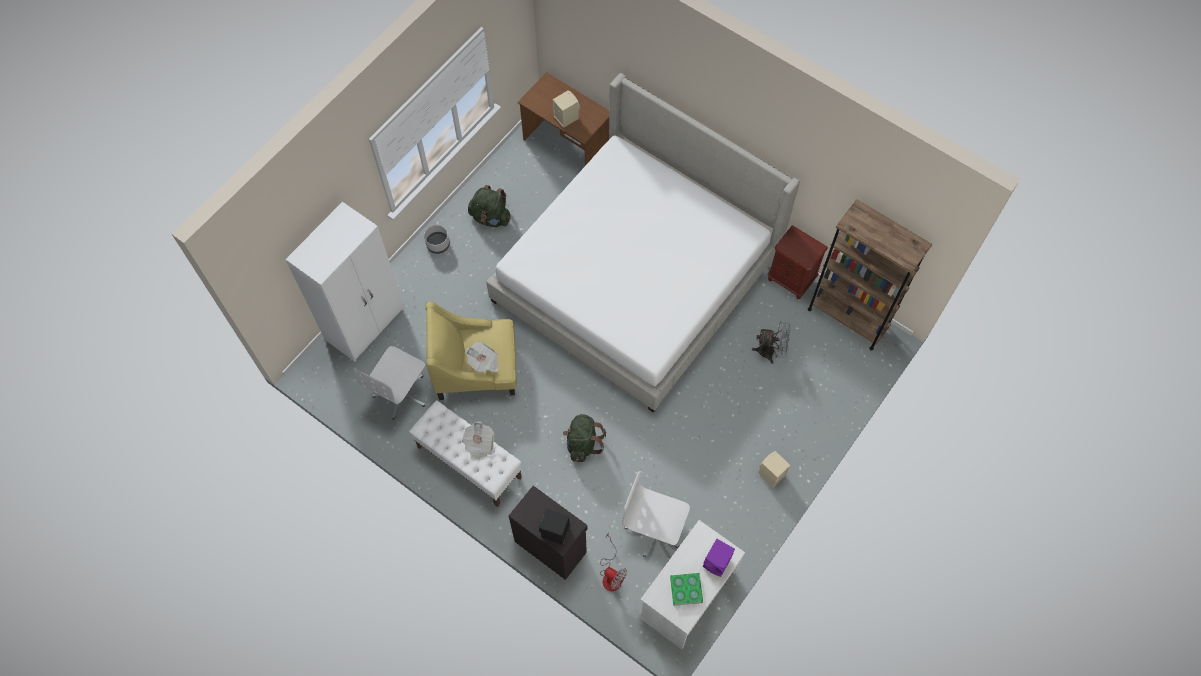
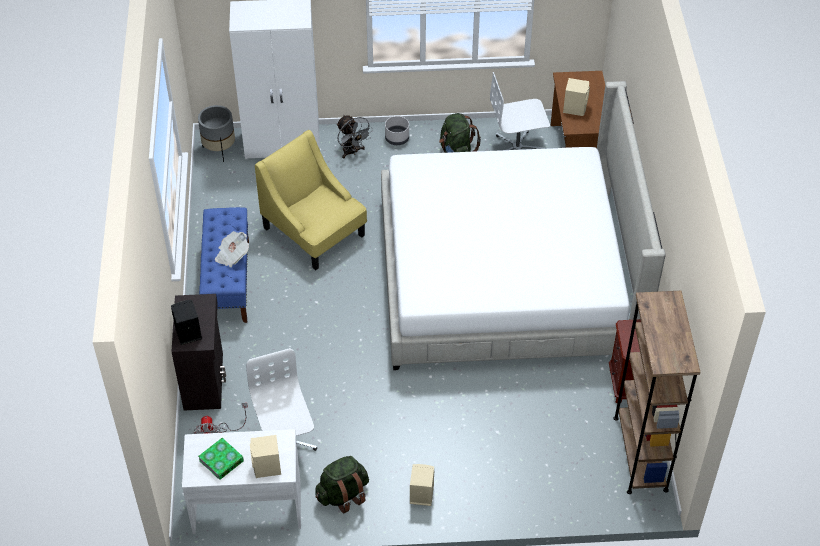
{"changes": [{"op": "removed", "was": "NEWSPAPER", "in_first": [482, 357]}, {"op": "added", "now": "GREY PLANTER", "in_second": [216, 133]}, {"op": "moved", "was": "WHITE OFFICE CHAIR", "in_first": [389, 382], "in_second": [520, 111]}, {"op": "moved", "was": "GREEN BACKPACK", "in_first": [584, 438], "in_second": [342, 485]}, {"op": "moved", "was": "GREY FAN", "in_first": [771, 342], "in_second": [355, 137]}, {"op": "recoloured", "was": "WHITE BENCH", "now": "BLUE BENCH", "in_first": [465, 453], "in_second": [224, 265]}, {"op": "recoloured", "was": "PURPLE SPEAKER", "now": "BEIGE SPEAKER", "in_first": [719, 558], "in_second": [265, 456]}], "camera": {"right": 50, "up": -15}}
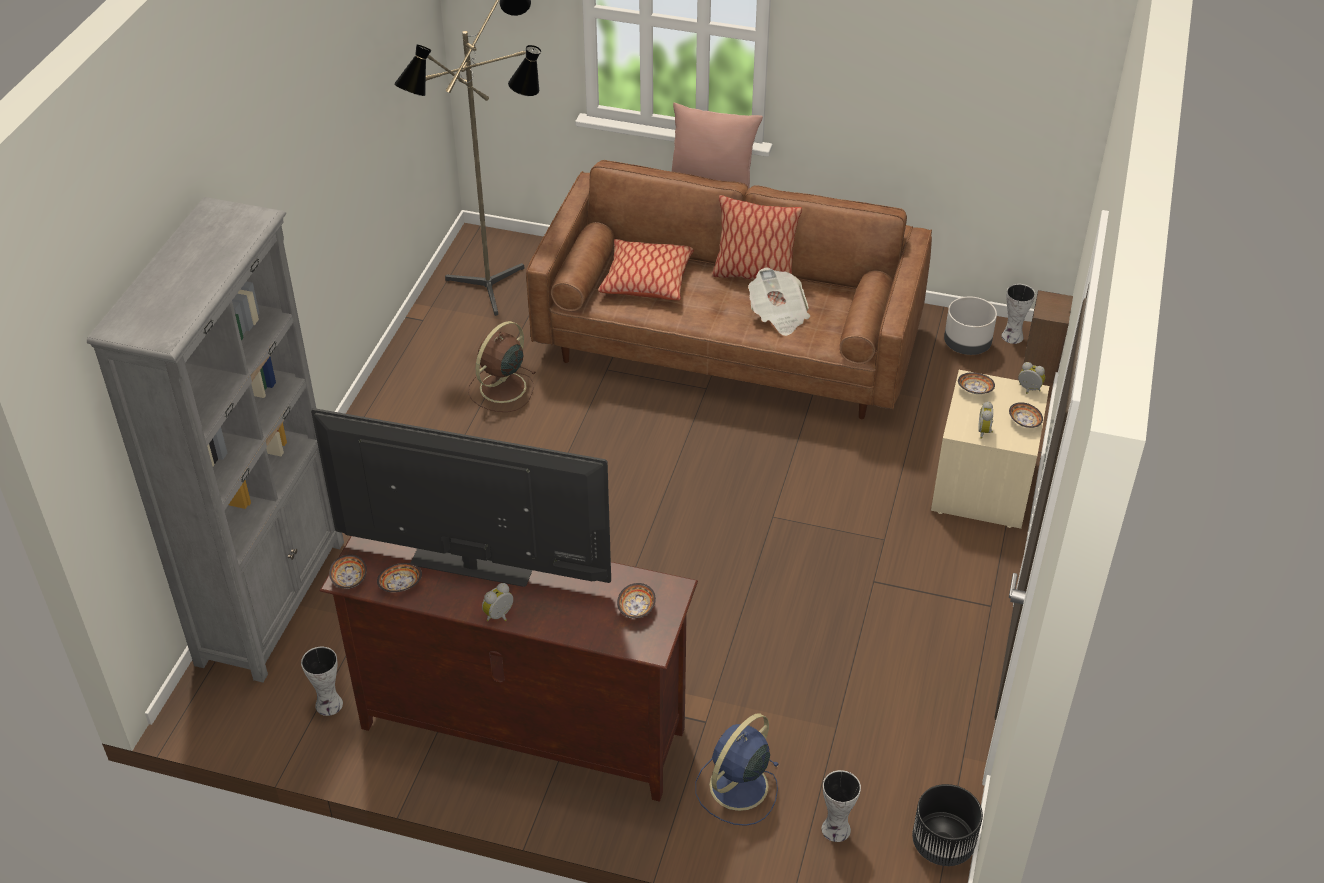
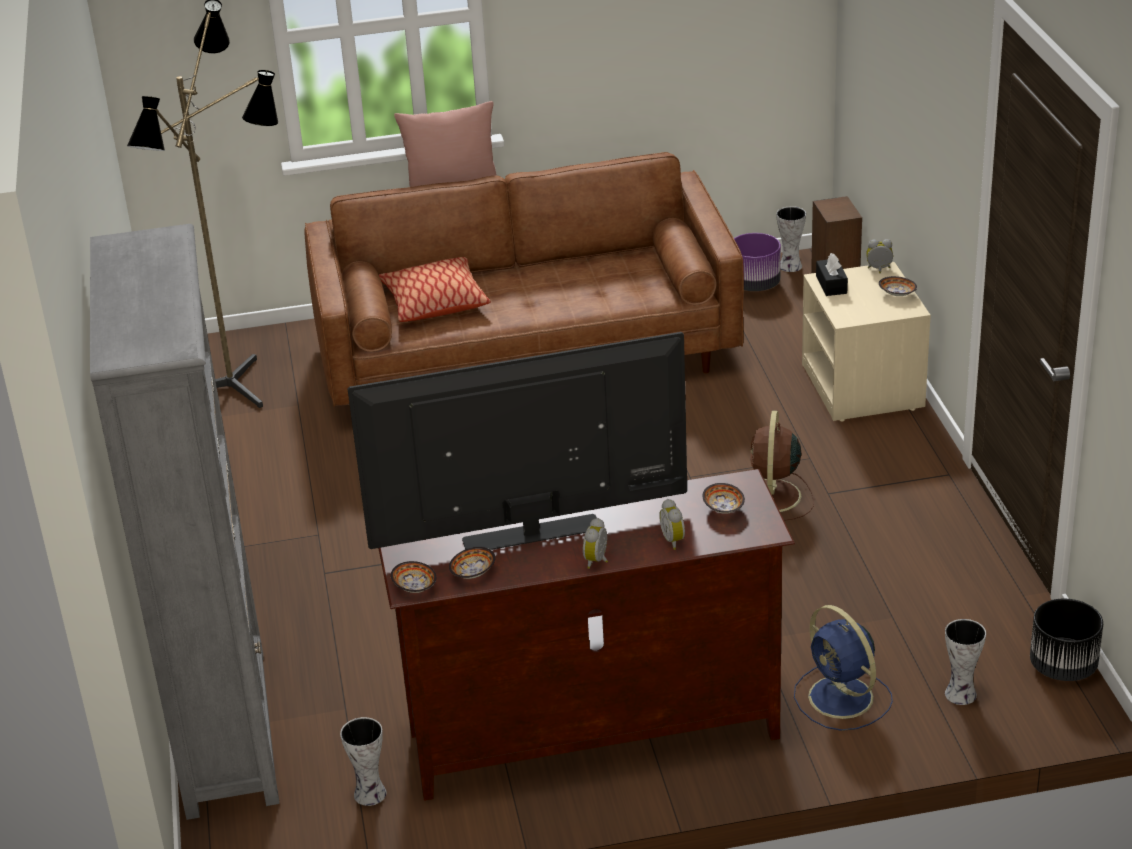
{"changes": [{"op": "removed", "was": "PILLOW", "in_first": [757, 237]}, {"op": "removed", "was": "NEWSPAPER", "in_first": [779, 301]}, {"op": "moved", "was": "BROWN FAN", "in_first": [502, 366], "in_second": [782, 465]}, {"op": "moved", "was": "ALARM CLOCK", "in_first": [985, 420], "in_second": [672, 524]}, {"op": "replaced", "was": "BOWL", "now": "BLACK TISSUE BOX", "in_first": [976, 383], "in_second": [832, 274]}, {"op": "recoloured", "was": "GREY PLANTER", "now": "PURPLE PLANTER", "in_first": [970, 326], "in_second": [757, 262]}, {"op": "turned", "was": "BLUE FAN", "in_first": [737, 769], "in_second": [843, 668], "clockwise": -45}], "camera": {"right": -25, "up": -10}}
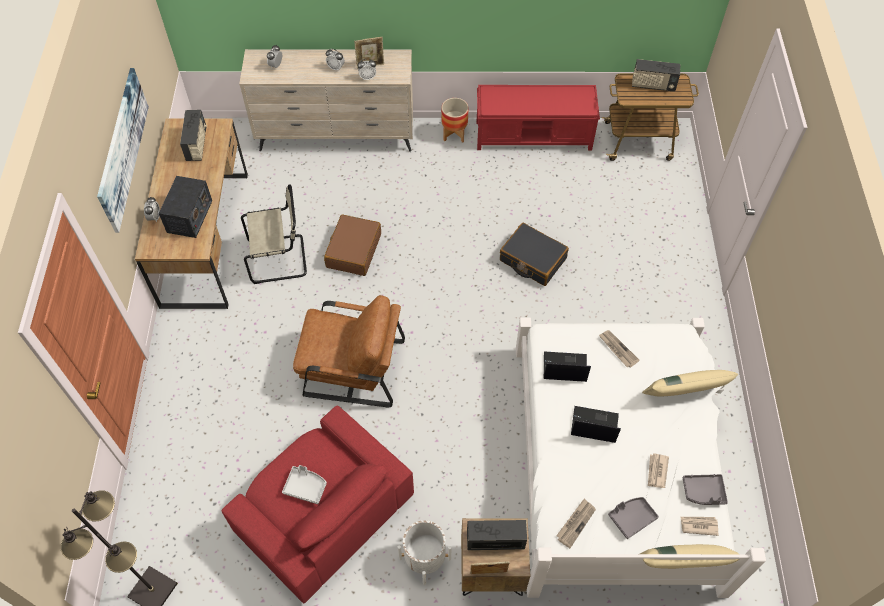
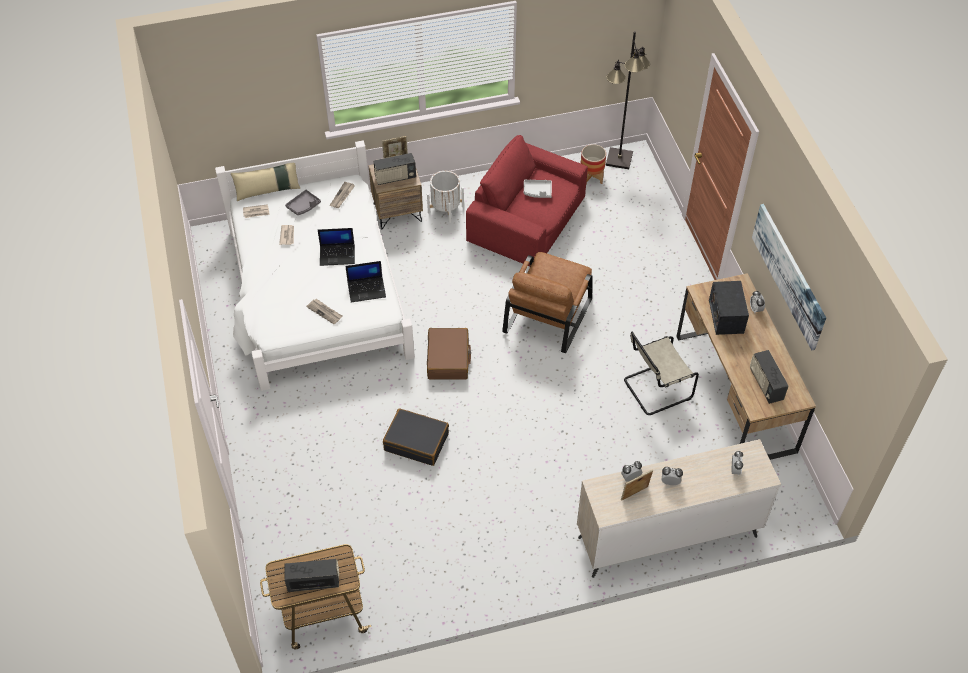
{"changes": [{"op": "removed", "was": "RED BENCH", "in_first": [538, 117]}, {"op": "removed", "was": "BEIGE PILLOW", "in_first": [690, 383]}, {"op": "removed", "was": "GREY TRAY", "in_first": [705, 489]}, {"op": "moved", "was": "BROWN SUITCASE", "in_first": [352, 245], "in_second": [449, 354]}, {"op": "moved", "was": "PLANTER", "in_first": [454, 120], "in_second": [593, 164]}, {"op": "turned", "was": "BROWN ARMCHAIR", "in_first": [349, 351], "in_second": [547, 302], "clockwise": -60}], "camera": {"right": 165, "up": -5}}
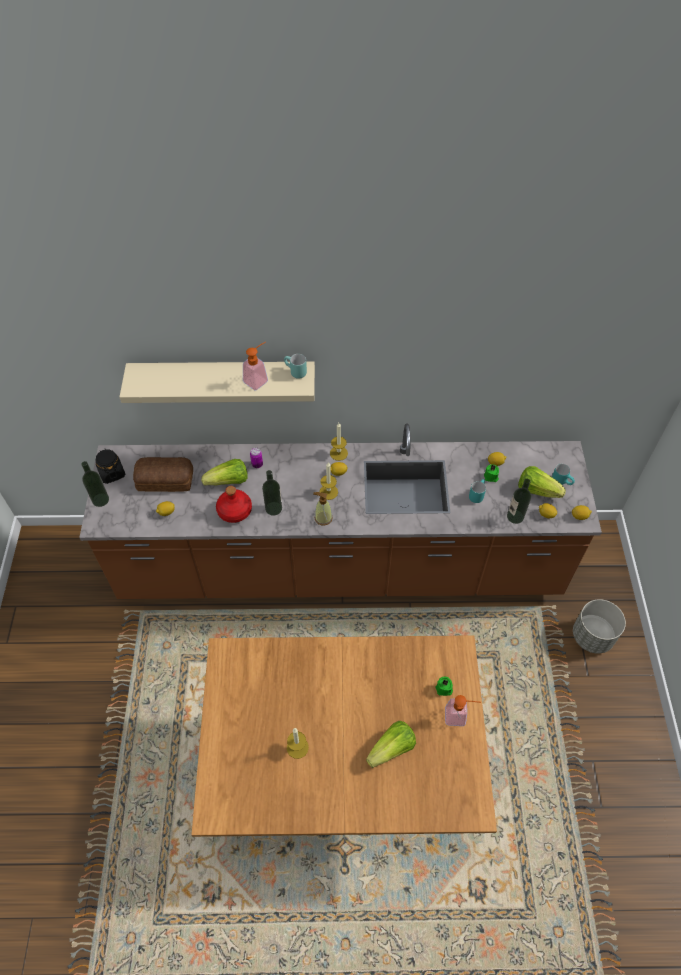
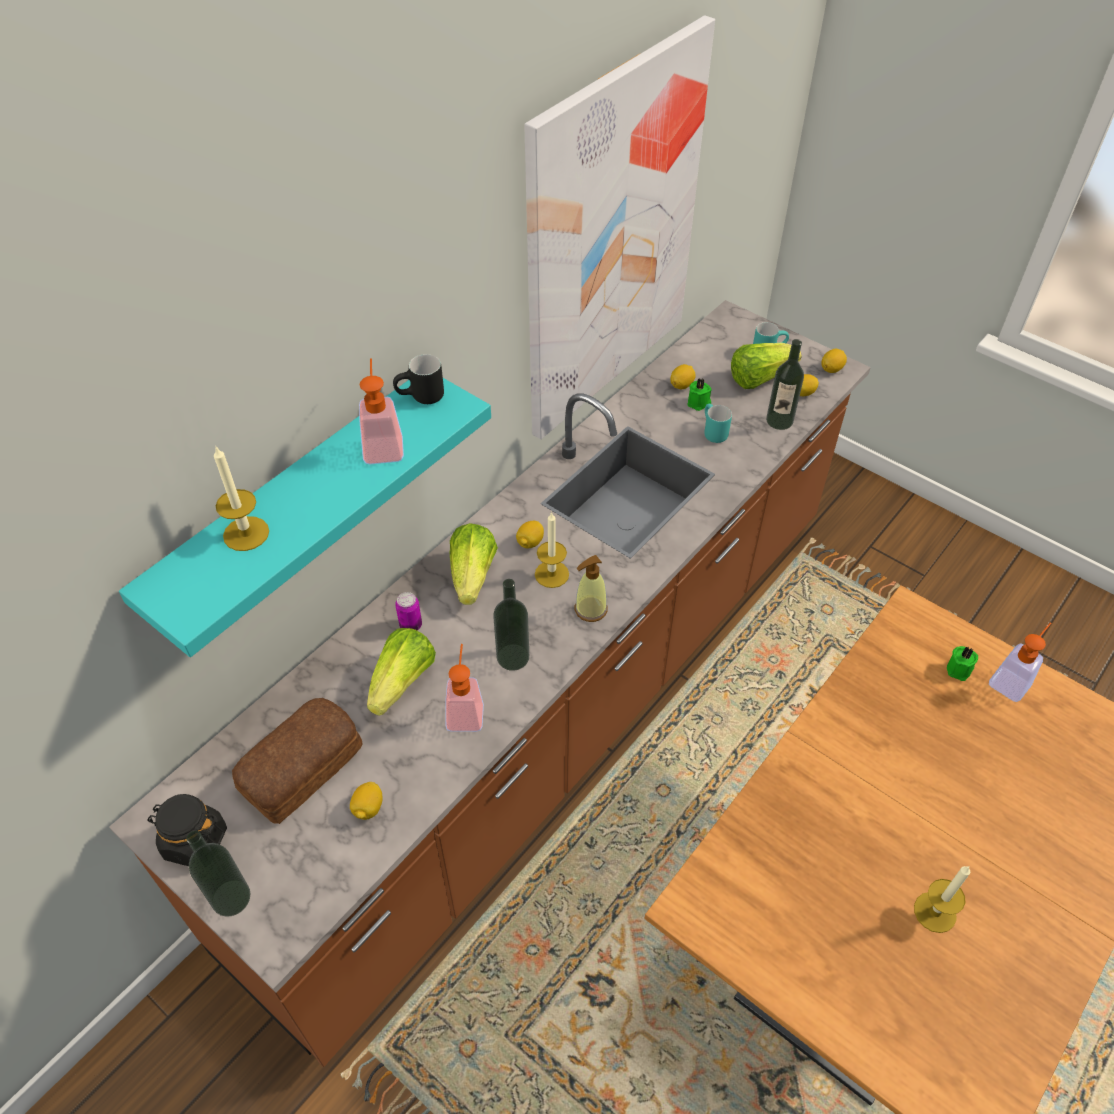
{"changes": [{"op": "removed", "was": "GREY PLANTER", "in_first": [599, 626]}, {"op": "added", "now": "PICTURE", "in_second": [619, 227]}, {"op": "moved", "was": "CANDLE", "in_first": [339, 442], "in_second": [241, 499]}, {"op": "moved", "was": "LETTUCE", "in_first": [391, 744], "in_second": [474, 564]}, {"op": "replaced", "was": "RED BOTTLE", "now": "SOAP DISPENSER", "in_first": [234, 504], "in_second": [464, 688]}, {"op": "recoloured", "was": "BEIGE SHELF", "now": "TURQUOISE SHELF", "in_first": [217, 382], "in_second": [305, 517]}, {"op": "recoloured", "was": "TURQUOISE MUG", "now": "BLACK MUG", "in_first": [295, 366], "in_second": [418, 379]}], "camera": {"right": -50, "up": -5}}
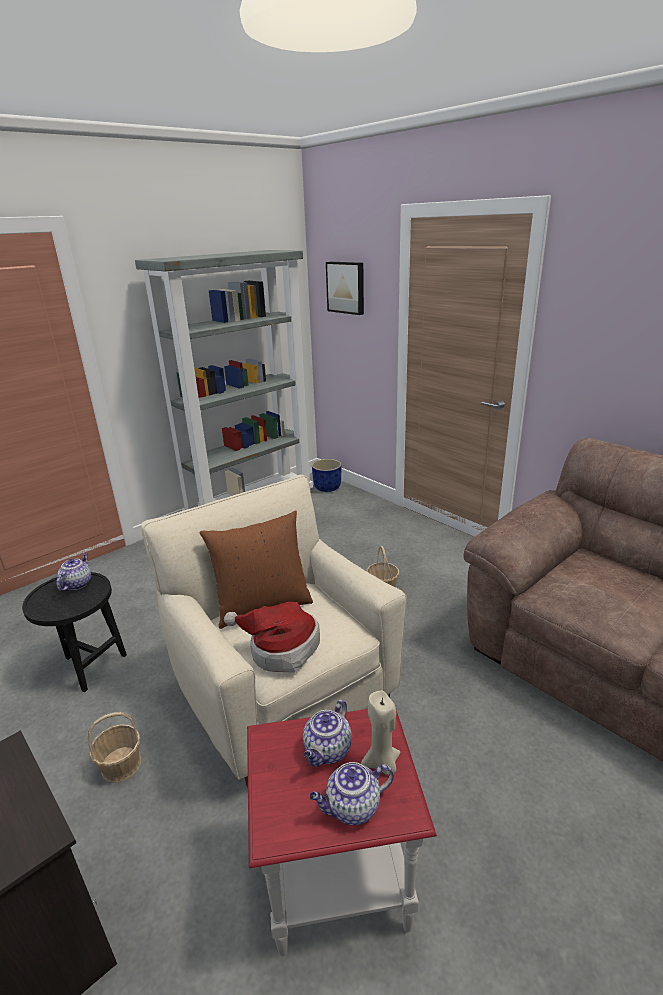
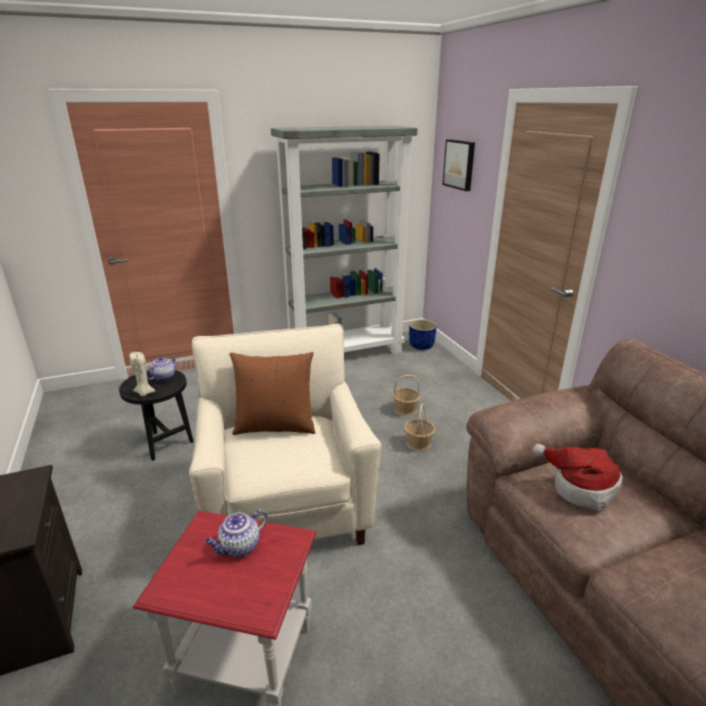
{"changes": [{"op": "removed", "was": "TEAPOT", "in_first": [351, 793]}, {"op": "moved", "was": "BASKET", "in_first": [114, 747], "in_second": [406, 395]}, {"op": "moved", "was": "HAT", "in_first": [272, 637], "in_second": [577, 477]}, {"op": "moved", "was": "BEIGE CANDLE", "in_first": [380, 733], "in_second": [142, 374]}], "camera": {"right": 20, "up": 0}}
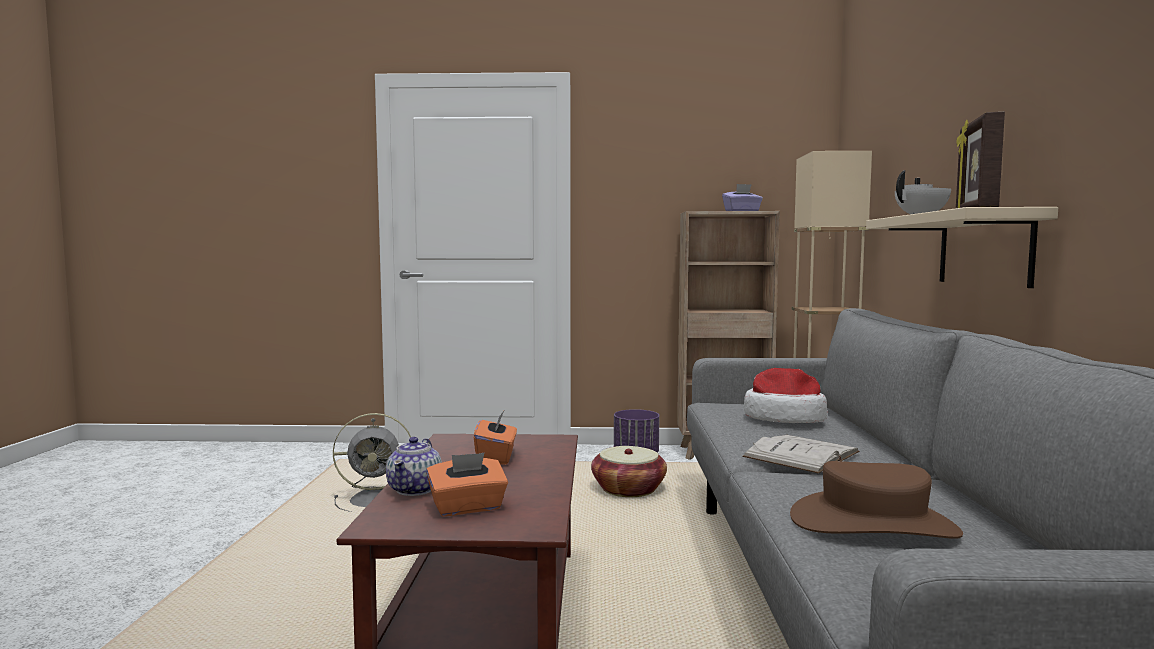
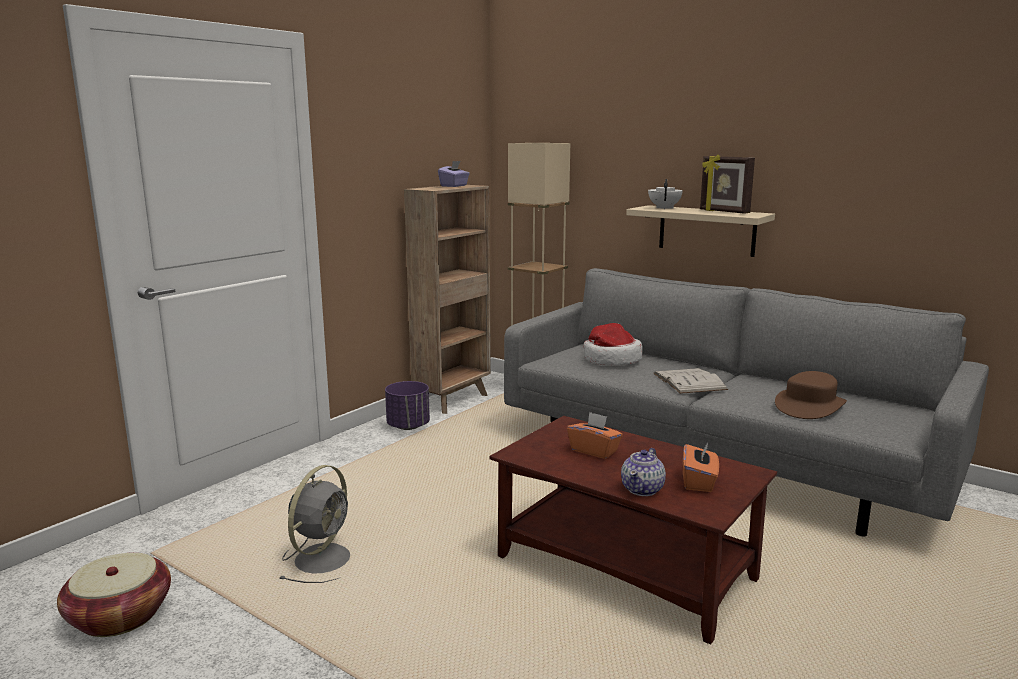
{"changes": [{"op": "moved", "was": "BASKET", "in_first": [629, 471], "in_second": [114, 595]}, {"op": "turned", "was": "TEAPOT", "in_first": [414, 466], "in_second": [643, 472], "clockwise": 75}], "camera": {"right": -55, "up": 10}}
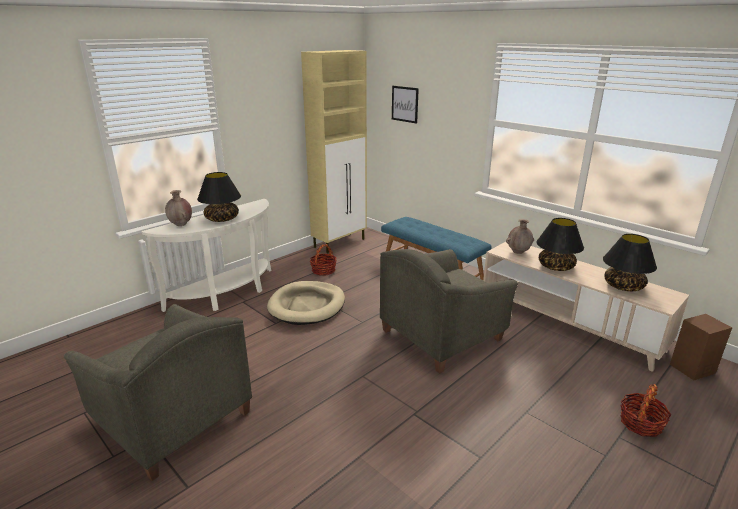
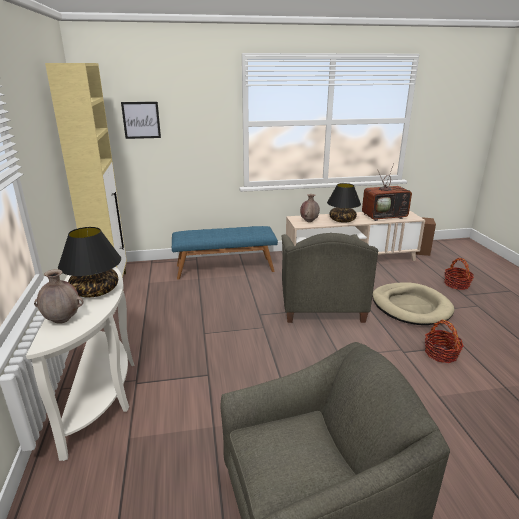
{"changes": [{"op": "moved", "was": "BEIGE DOG BED", "in_first": [306, 303], "in_second": [413, 304]}, {"op": "moved", "was": "BASKET", "in_first": [323, 259], "in_second": [444, 341]}, {"op": "replaced", "was": "BLACK TABLE LAMP", "now": "TELEVISION", "in_first": [630, 262], "in_second": [387, 192]}], "camera": {"right": -55, "up": 0}}
